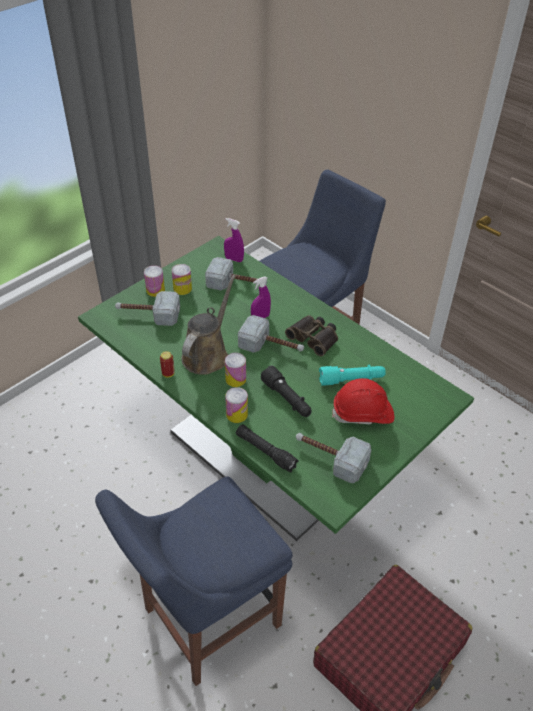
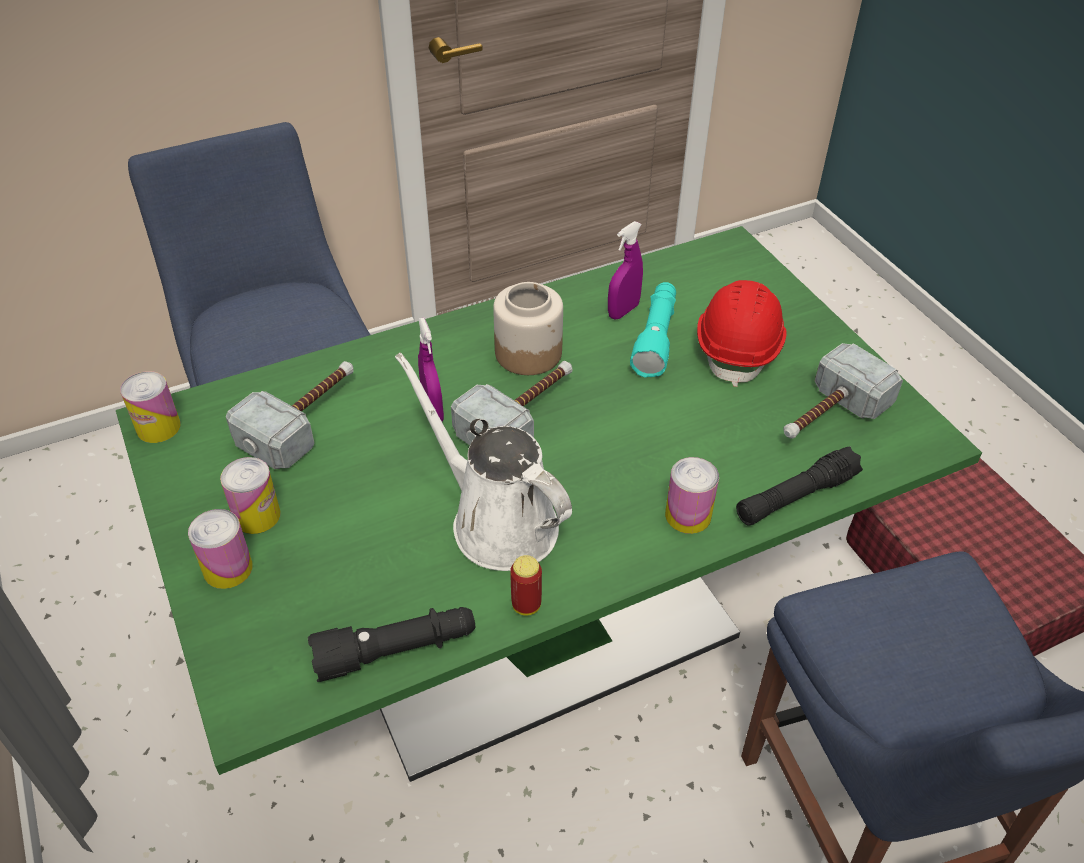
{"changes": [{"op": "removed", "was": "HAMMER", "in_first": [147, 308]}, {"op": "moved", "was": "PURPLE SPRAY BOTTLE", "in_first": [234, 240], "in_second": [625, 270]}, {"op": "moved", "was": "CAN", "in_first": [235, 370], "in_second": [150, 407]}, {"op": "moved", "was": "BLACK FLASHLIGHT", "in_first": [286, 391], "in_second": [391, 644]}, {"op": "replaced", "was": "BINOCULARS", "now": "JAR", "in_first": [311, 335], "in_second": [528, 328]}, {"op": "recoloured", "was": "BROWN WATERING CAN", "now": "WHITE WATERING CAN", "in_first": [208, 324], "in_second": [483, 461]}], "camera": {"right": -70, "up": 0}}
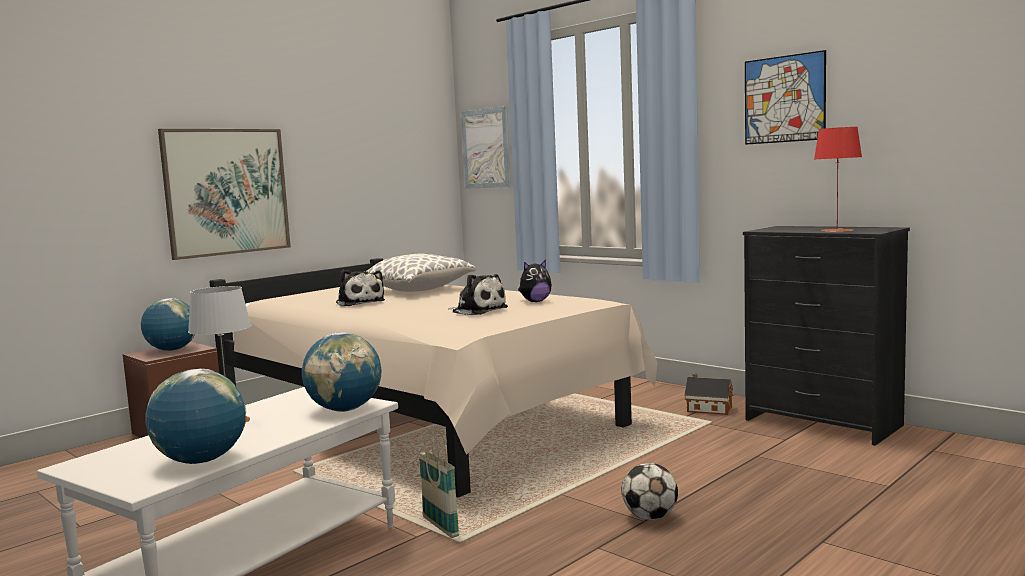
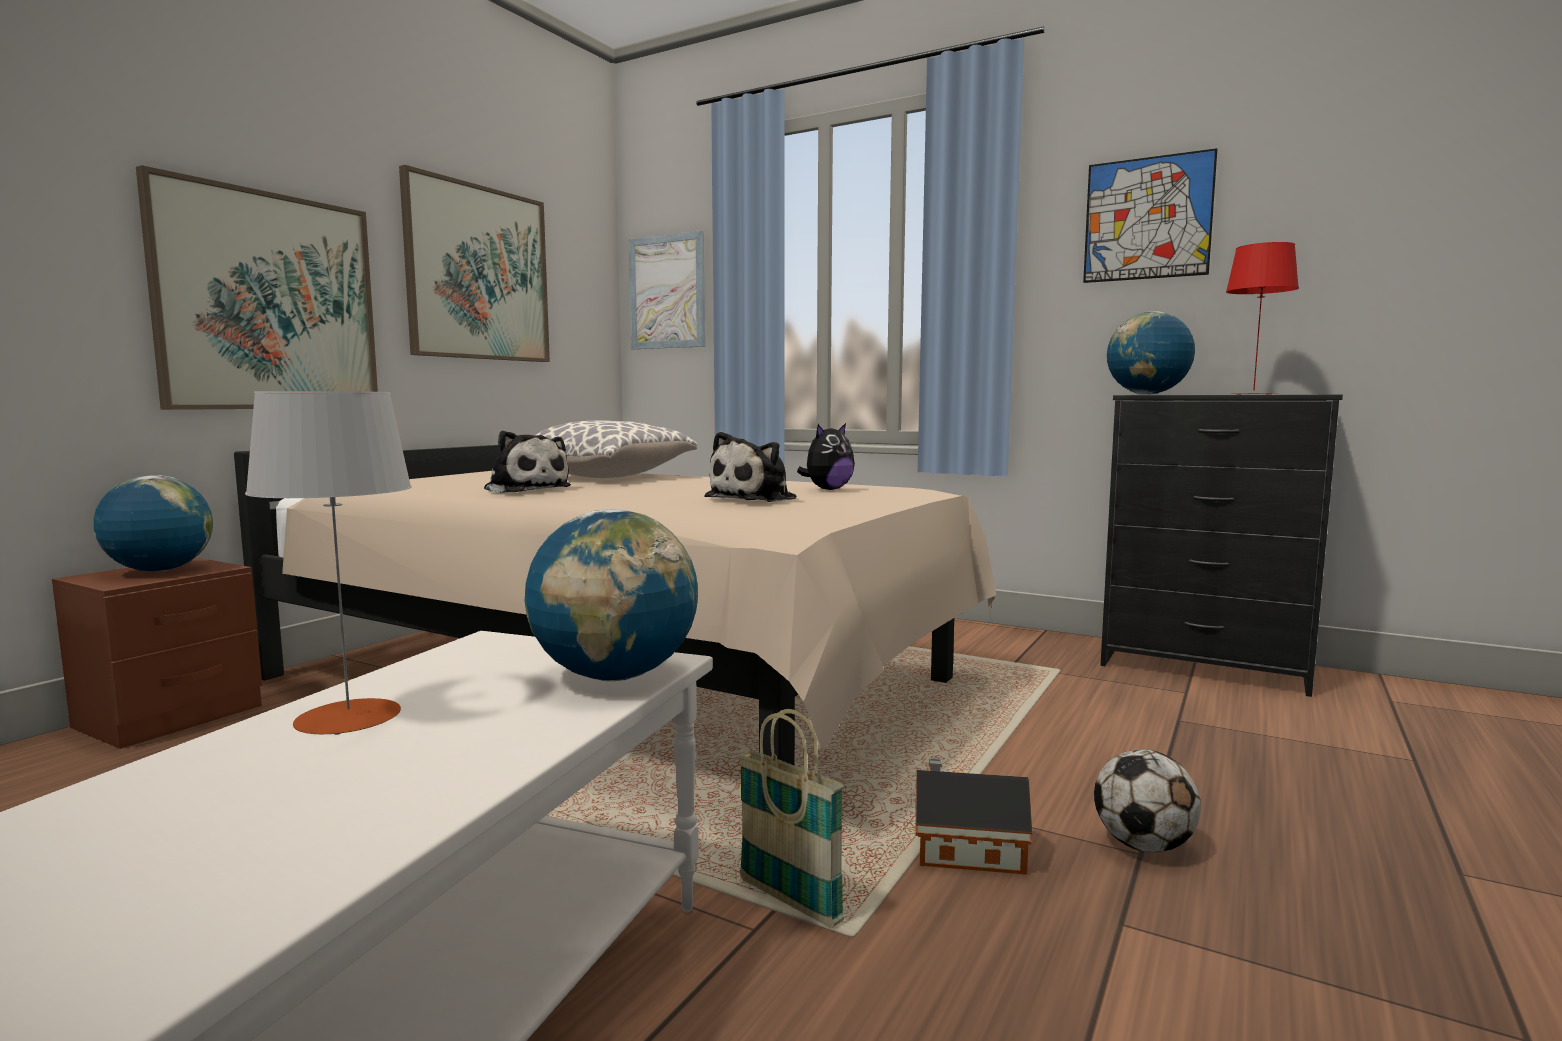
{"changes": [{"op": "added", "now": "PICTURE", "in_second": [474, 263]}, {"op": "moved", "was": "GLOBE", "in_first": [195, 416], "in_second": [1151, 353]}, {"op": "moved", "was": "TOY HOUSE", "in_first": [708, 394], "in_second": [973, 816]}, {"op": "turned", "was": "PLUSH TOY", "in_first": [478, 294], "in_second": [750, 467], "clockwise": 105}], "camera": {"right": -15, "up": 0}}
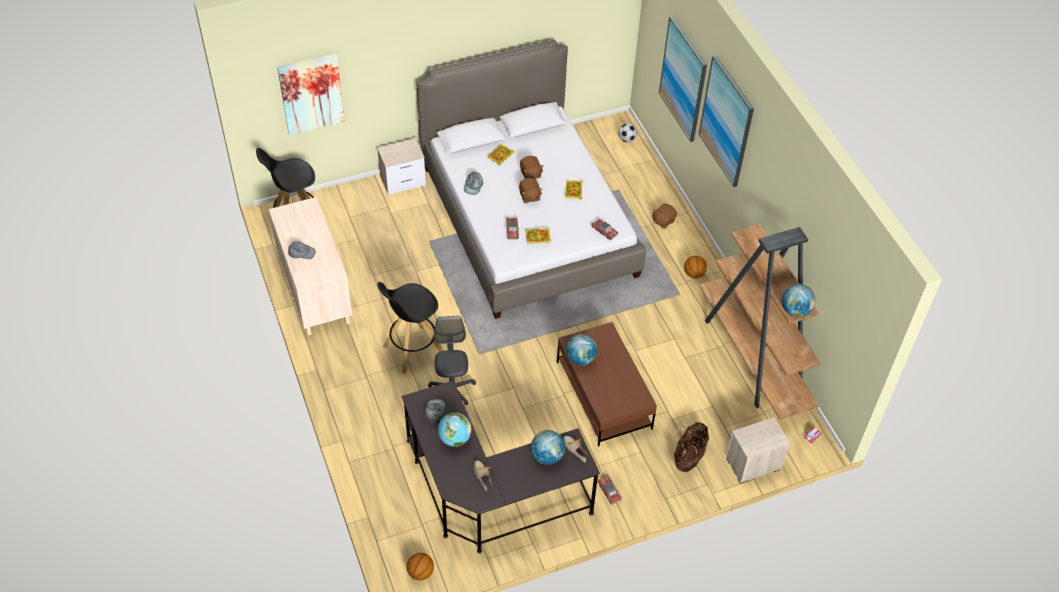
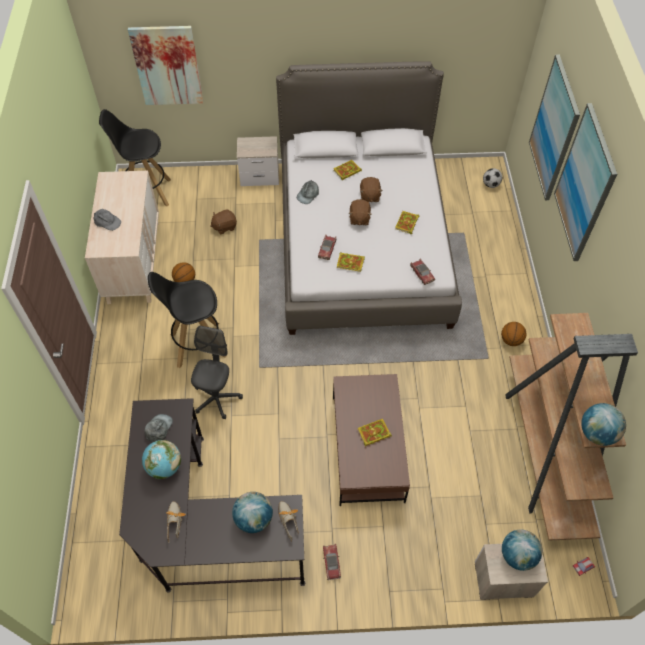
{"changes": [{"op": "removed", "was": "BASKET", "in_first": [691, 447]}, {"op": "added", "now": "BOOK", "in_second": [375, 433]}, {"op": "moved", "was": "BASKETBALL", "in_first": [420, 566], "in_second": [183, 272]}, {"op": "moved", "was": "GLOBE", "in_first": [581, 350], "in_second": [522, 550]}, {"op": "moved", "was": "BROWN PLUSH TOY", "in_first": [665, 216], "in_second": [223, 222]}], "camera": {"right": 20, "up": 5}}
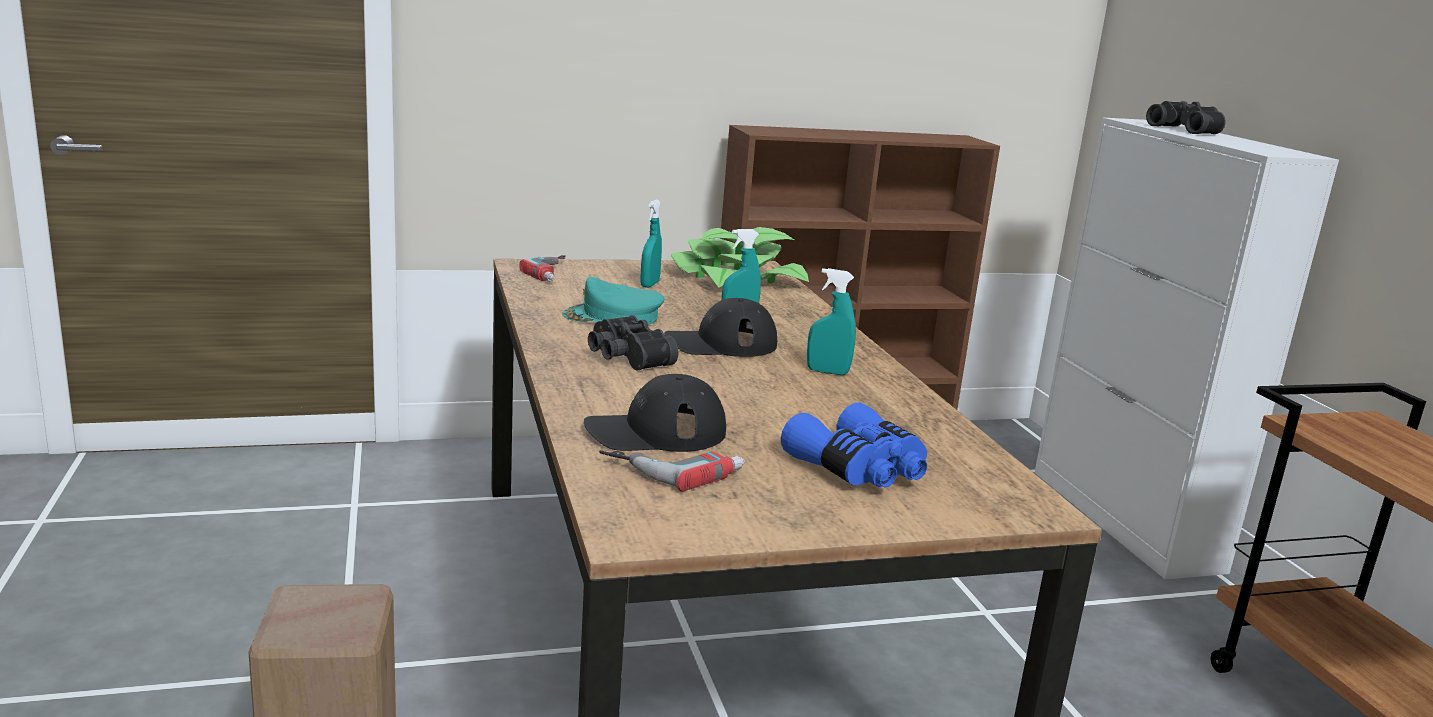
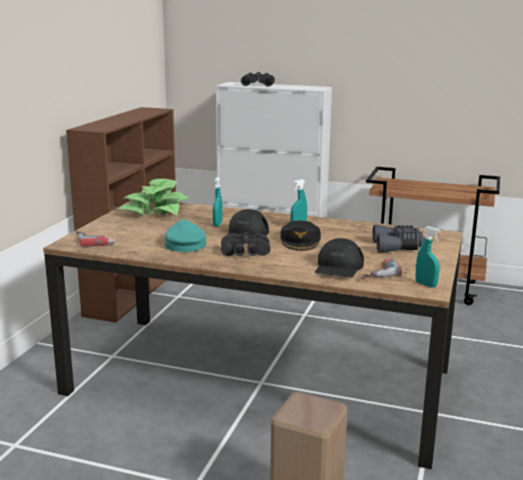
{"changes": [{"op": "added", "now": "BLACK CAP", "in_second": [300, 236]}, {"op": "moved", "was": "TURQUOISE SPRAY BOTTLE", "in_first": [651, 244], "in_second": [428, 257]}, {"op": "recoloured", "was": "BLUE BINOCULARS", "now": "GREY BINOCULARS", "in_first": [854, 445], "in_second": [399, 239]}, {"op": "turned", "was": "TURQUOISE CAP", "in_first": [613, 301], "in_second": [185, 236], "clockwise": 135}], "camera": {"right": -55, "up": 0}}
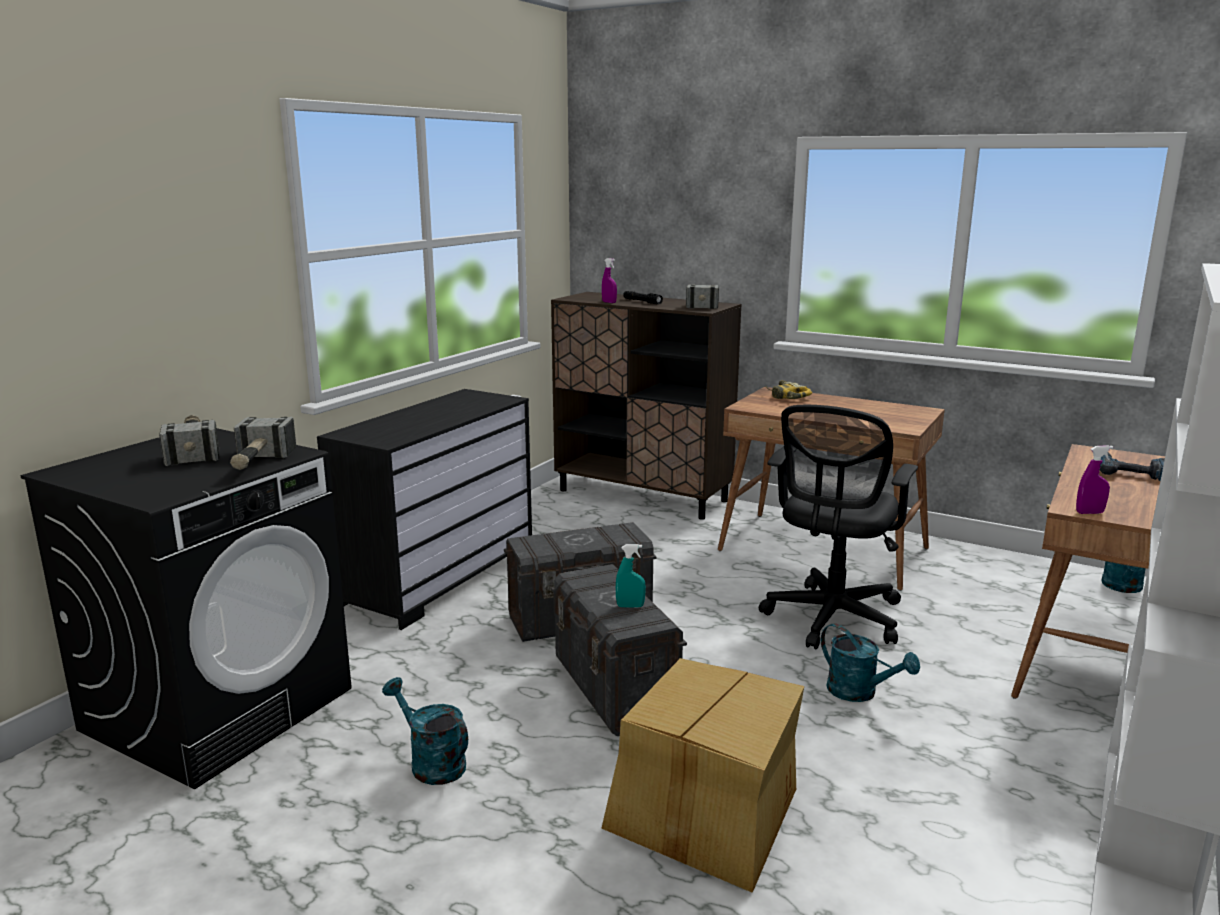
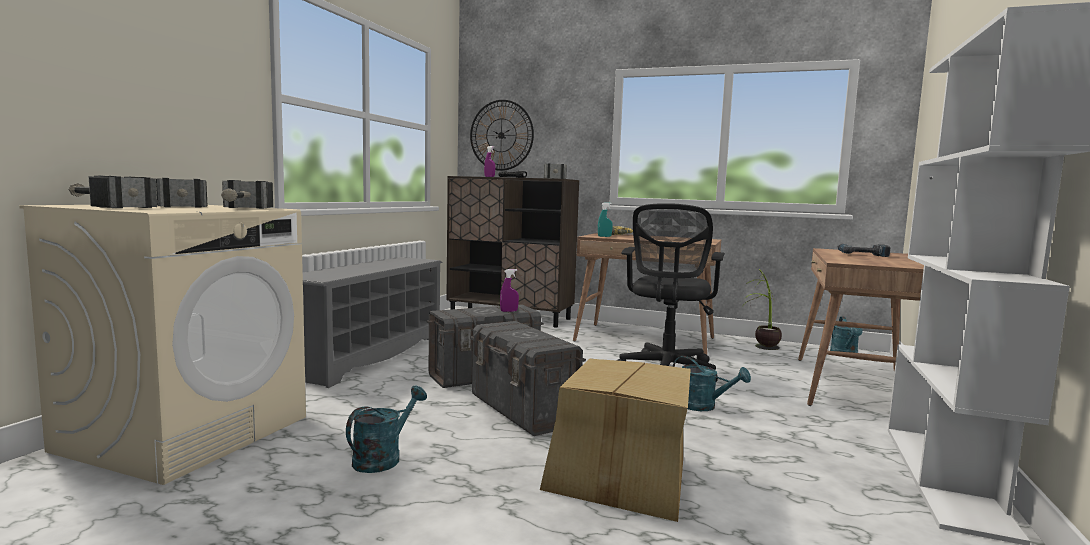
{"changes": [{"op": "added", "now": "HAMMER", "in_second": [113, 192]}, {"op": "added", "now": "WALL CLOCK", "in_second": [502, 135]}, {"op": "added", "now": "POTTED PLANT", "in_second": [763, 309]}, {"op": "moved", "was": "TURQUOISE SPRAY BOTTLE", "in_first": [631, 576], "in_second": [605, 220]}, {"op": "moved", "was": "PURPLE SPRAY BOTTLE", "in_first": [1094, 479], "in_second": [509, 290]}, {"op": "replaced", "was": "BLACK DRESSER", "now": "GREY SHOE RACK", "in_first": [424, 509], "in_second": [373, 322]}, {"op": "recoloured", "was": "BLACK WASHING MACHINE", "now": "BEIGE WASHING MACHINE", "in_first": [186, 608], "in_second": [162, 345]}, {"op": "turned", "was": "TURQUOISE WATERING CAN", "in_first": [425, 731], "in_second": [386, 429], "clockwise": 90}], "camera": {"right": -10, "up": -10}}
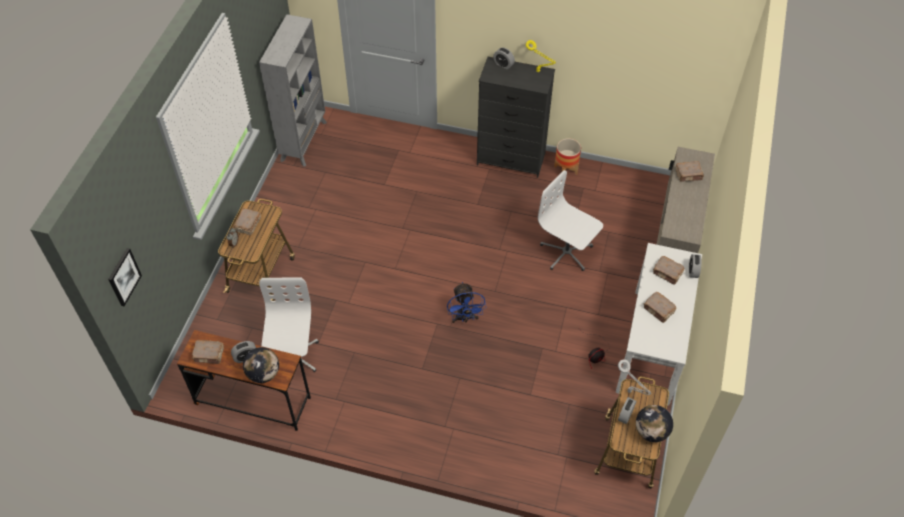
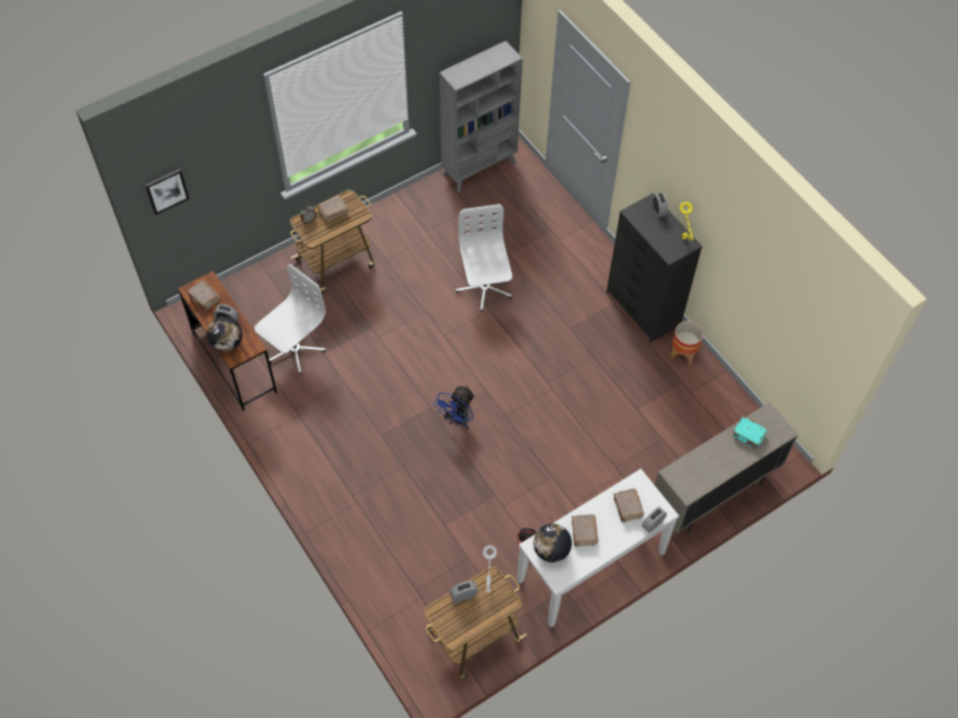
{"changes": [{"op": "moved", "was": "WHITE OFFICE CHAIR", "in_first": [570, 220], "in_second": [484, 258]}, {"op": "moved", "was": "GLOBE", "in_first": [654, 423], "in_second": [552, 543]}, {"op": "recoloured", "was": "BROWN BOOK", "now": "TURQUOISE BOOK", "in_first": [689, 171], "in_second": [750, 433]}], "camera": {"right": 40, "up": 5}}
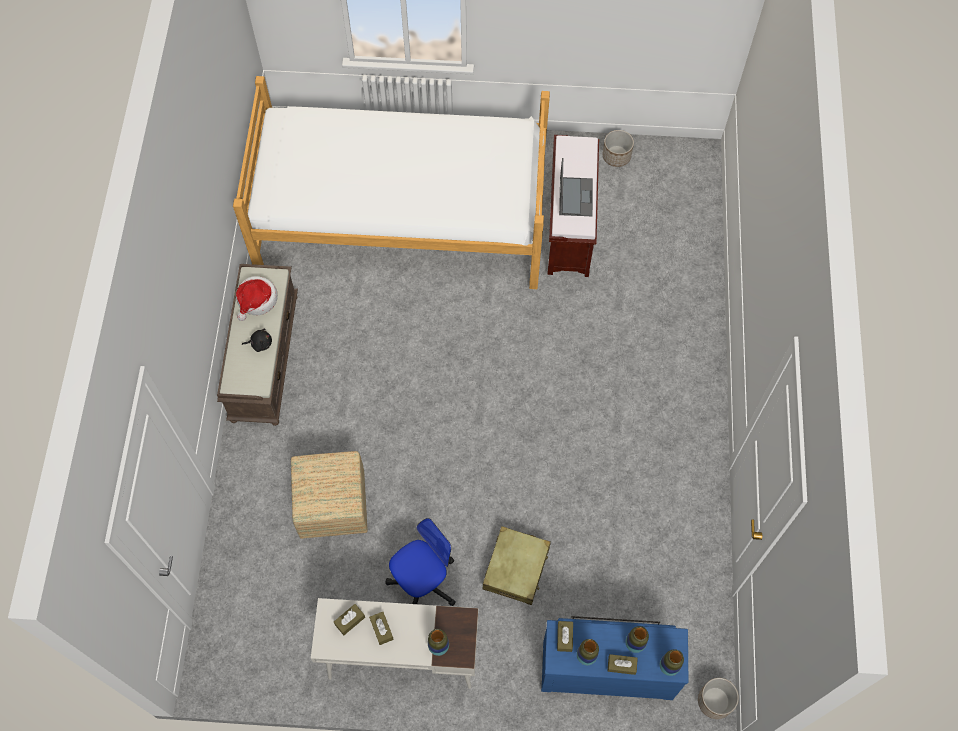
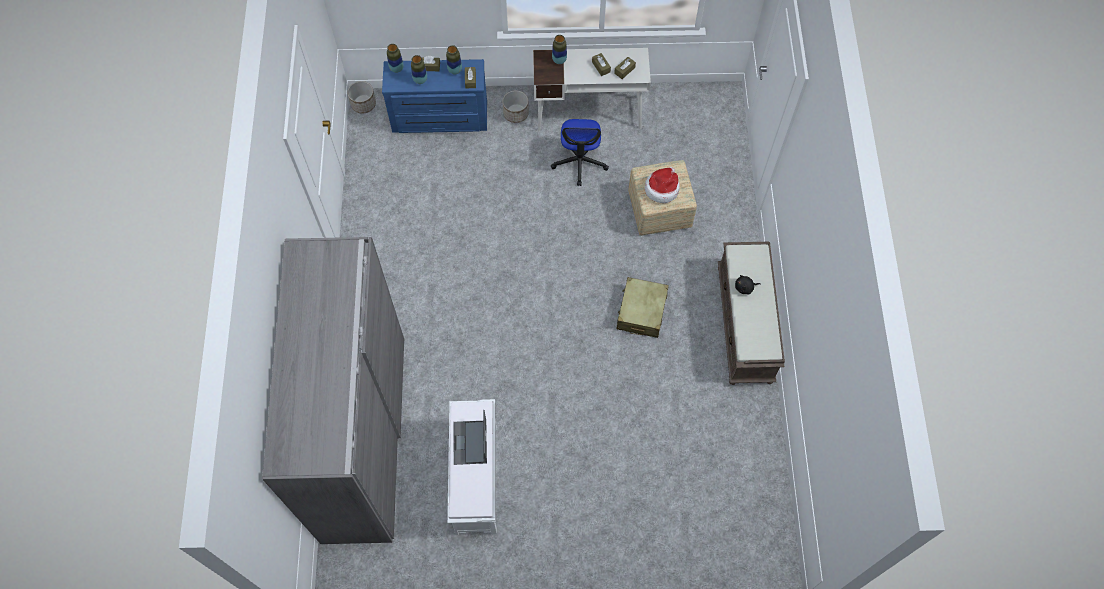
{"changes": [{"op": "removed", "was": "BED", "in_first": [391, 182]}, {"op": "added", "now": "GREY WARDROBE", "in_second": [333, 390]}, {"op": "moved", "was": "HAT", "in_first": [257, 298], "in_second": [662, 185]}, {"op": "moved", "was": "BEIGE SUITCASE", "in_first": [517, 565], "in_second": [643, 307]}, {"op": "moved", "was": "PLANTER", "in_first": [618, 148], "in_second": [516, 106]}, {"op": "recoloured", "was": "BROWN BENCH", "now": "WHITE BENCH", "in_first": [573, 206], "in_second": [472, 467]}, {"op": "turned", "was": "OFFICE CHAIR", "in_first": [420, 562], "in_second": [580, 152], "clockwise": -45}], "camera": {"right": 175, "up": 0}}
